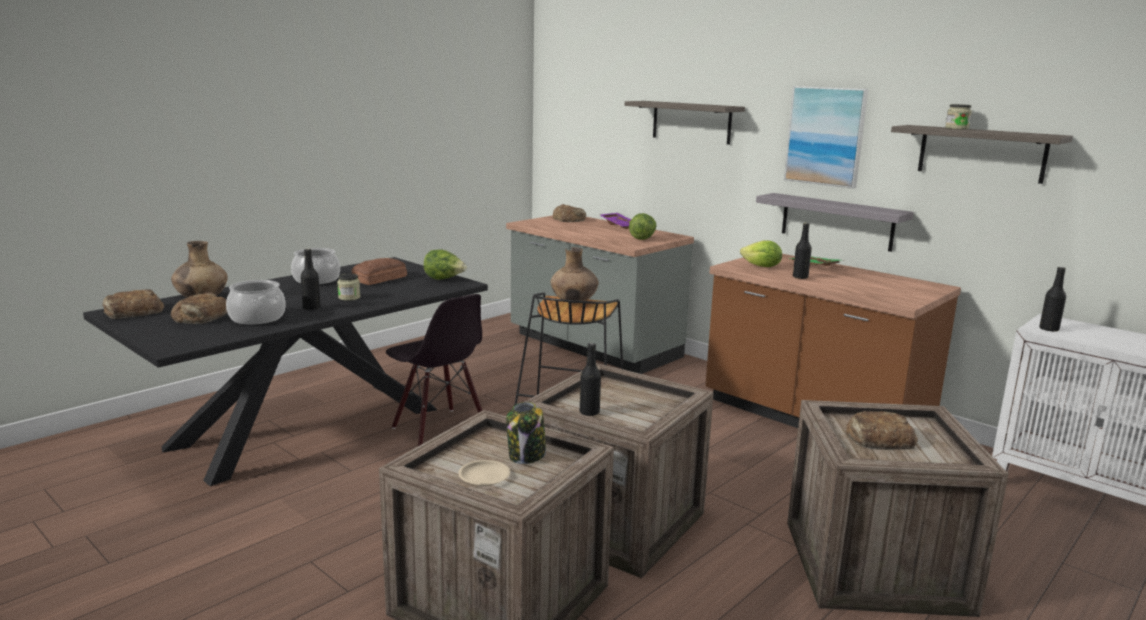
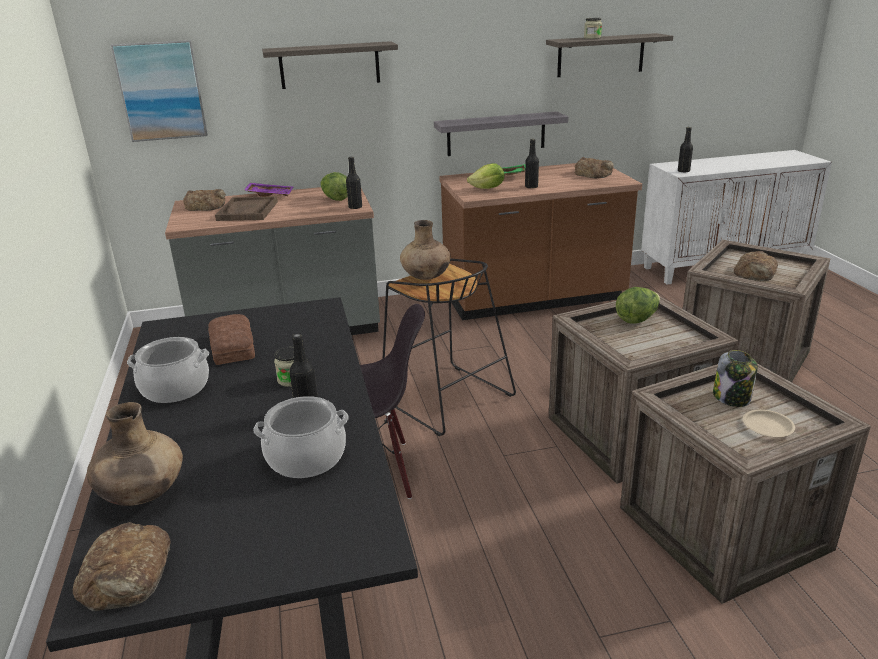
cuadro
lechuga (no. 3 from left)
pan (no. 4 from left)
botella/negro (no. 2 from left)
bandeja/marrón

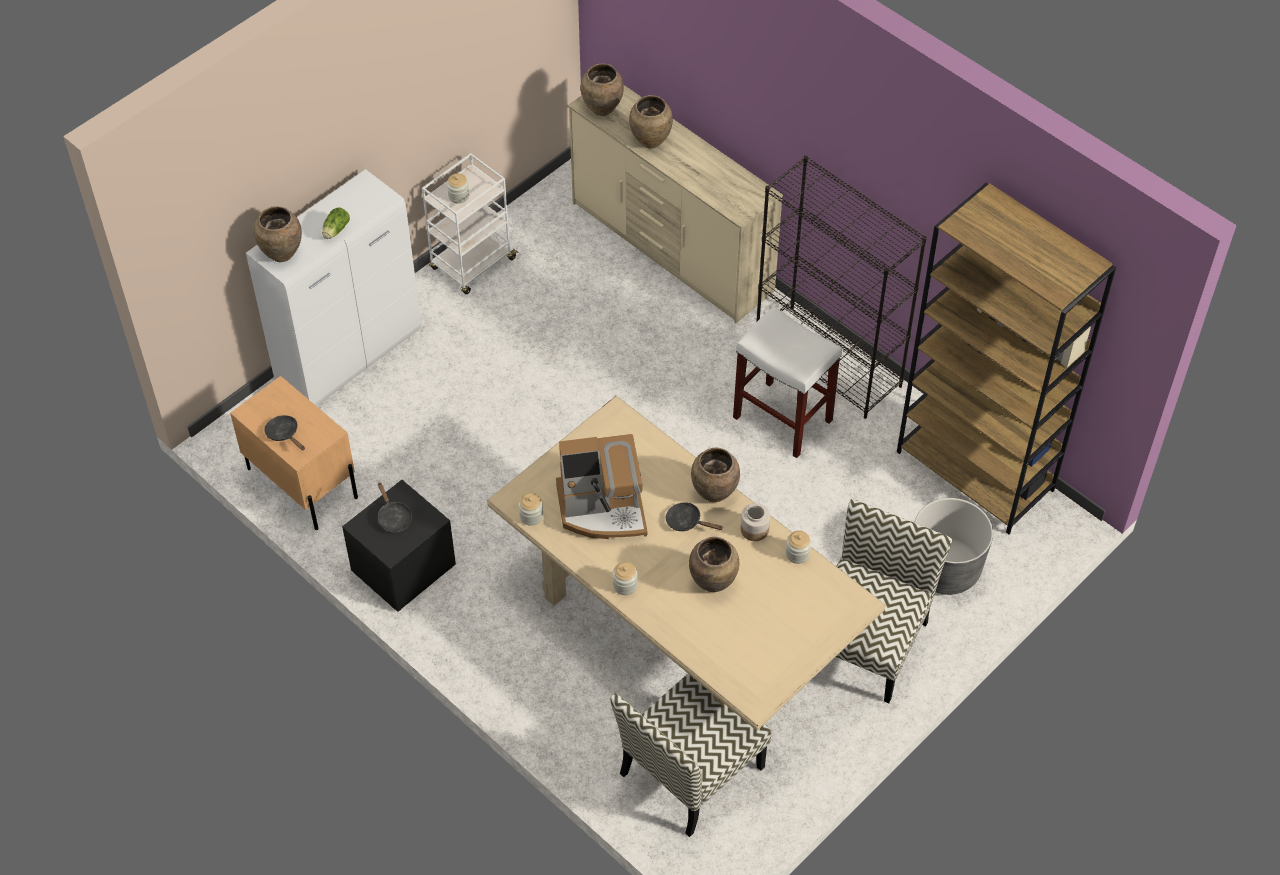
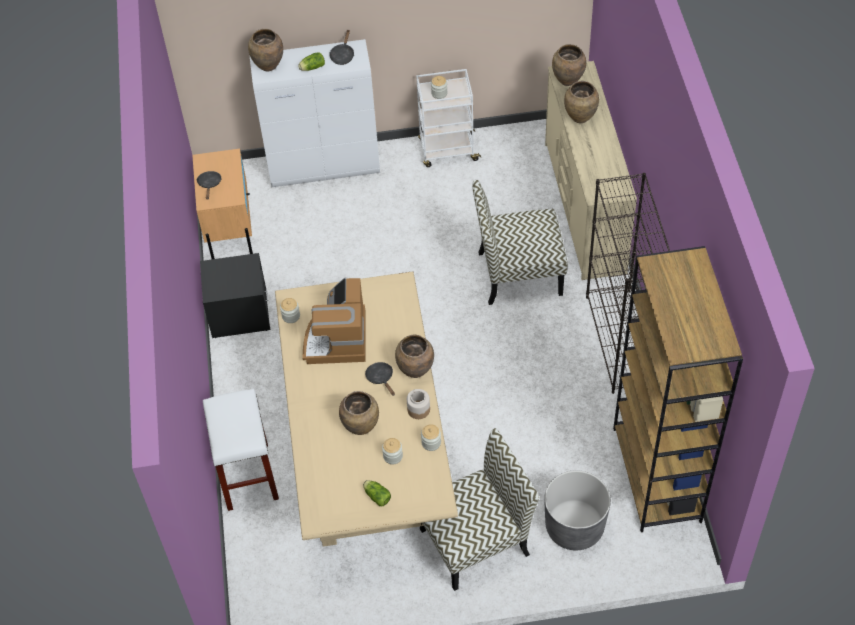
taburete/blanco
cafetera
sartén/negro (no. 2 from left)
tarro (no. 2 from left)
silla (no. 2 from left)
lechuga (no. 2 from left)

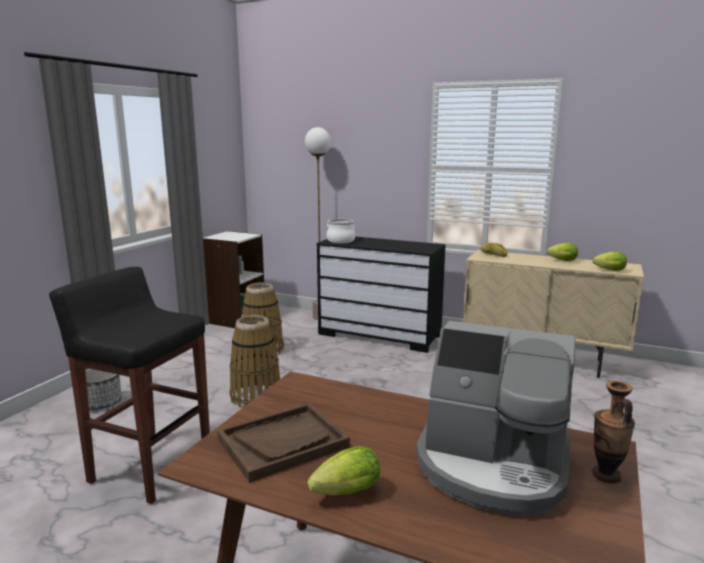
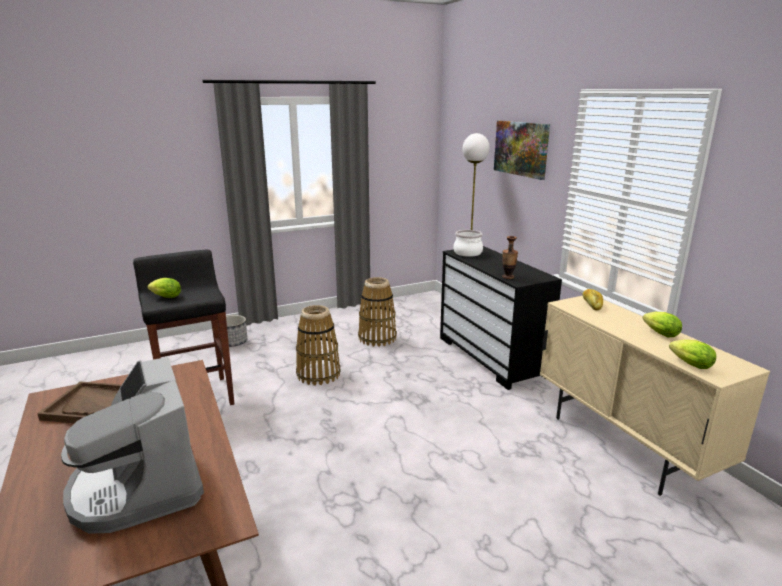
estantería/blanco
florero
lechuga (no. 1 from left)
cuadro

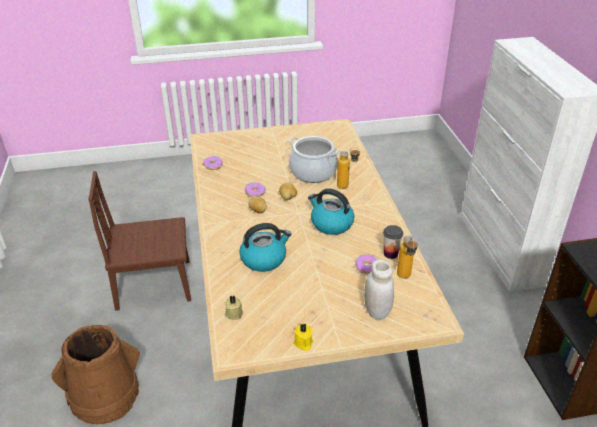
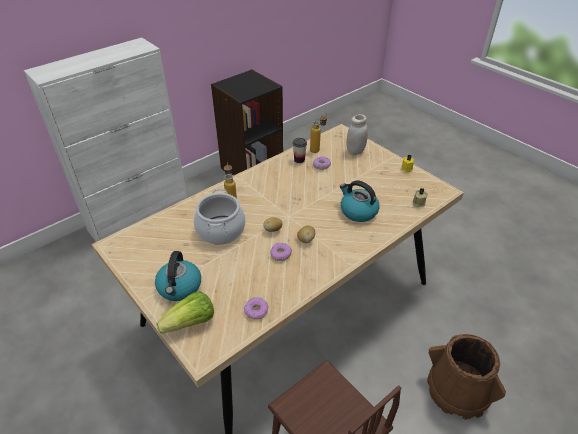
hervidor (no. 1 from left)
lechuga

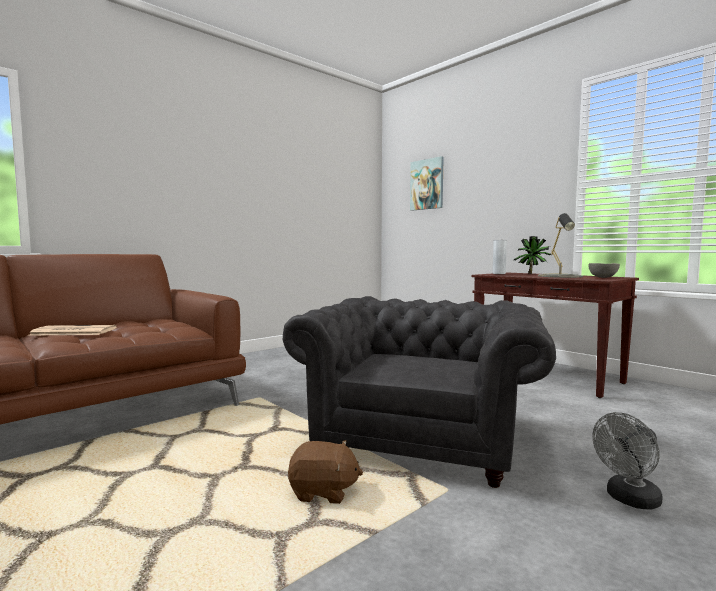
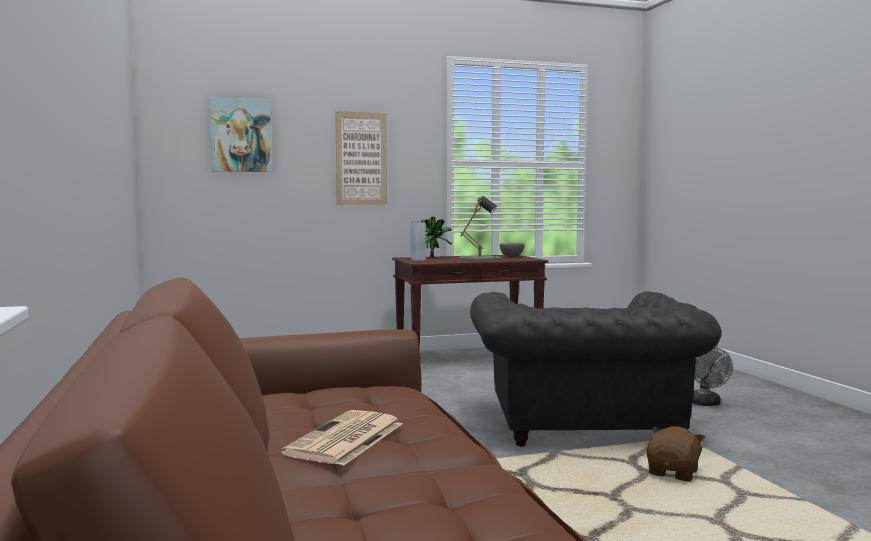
sillón/gris
cuadro (no. 2 from left)

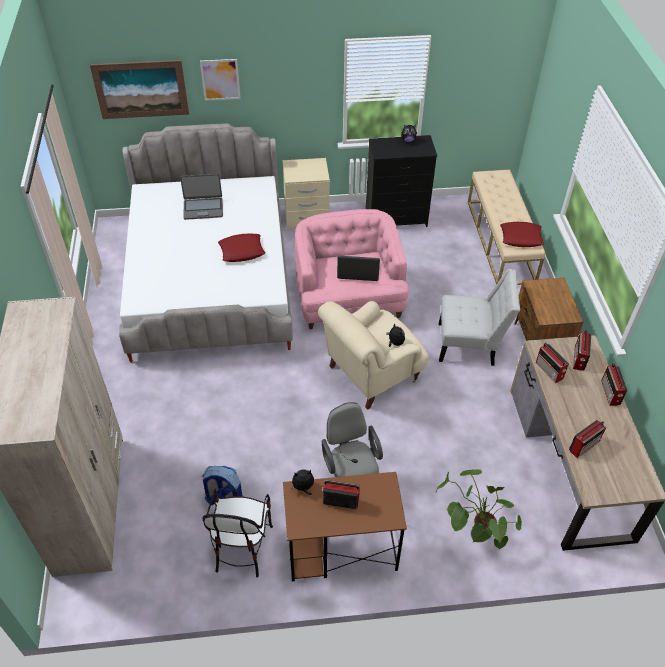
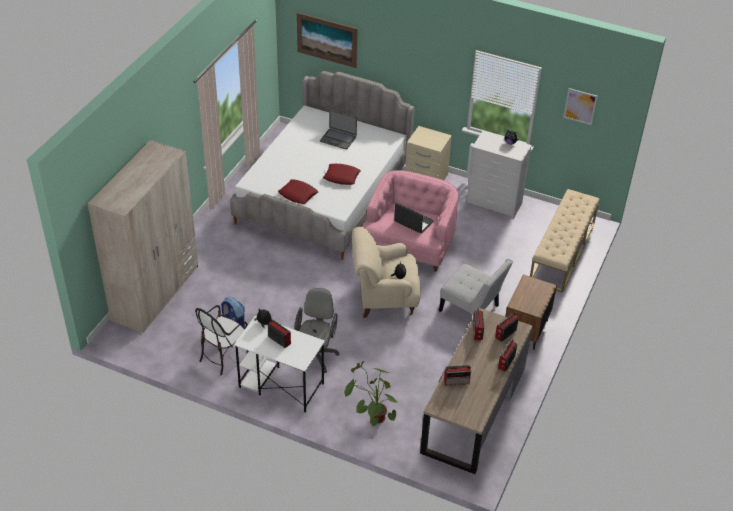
cuadro (no. 2 from left)
cómoda/blanco
cojín/rojo (no. 1 from left)
escritorio/blanco

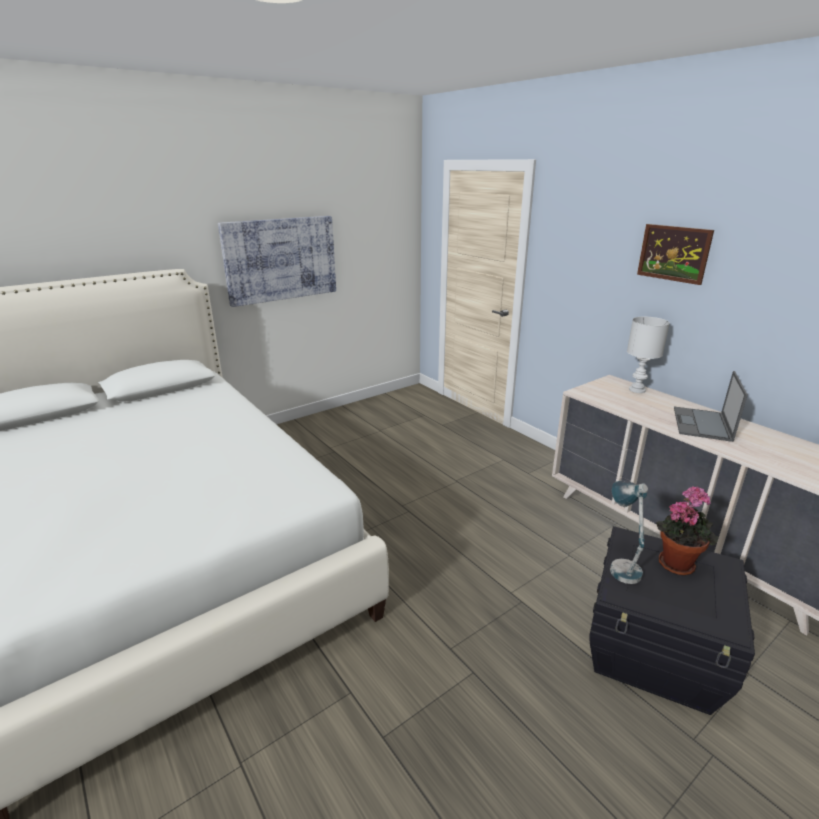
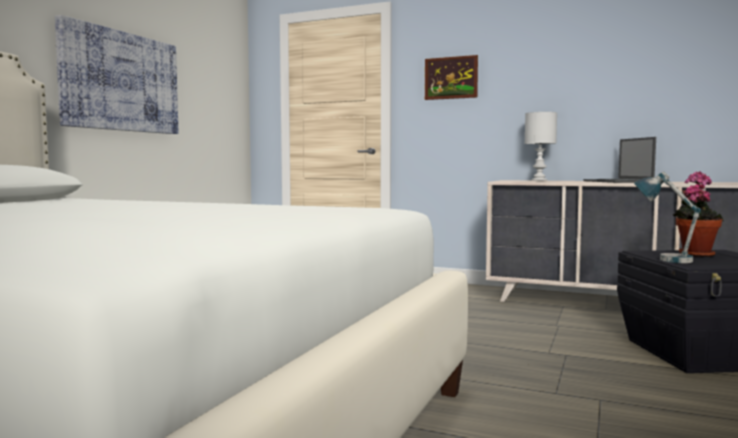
cuadro (no. 2 from left)

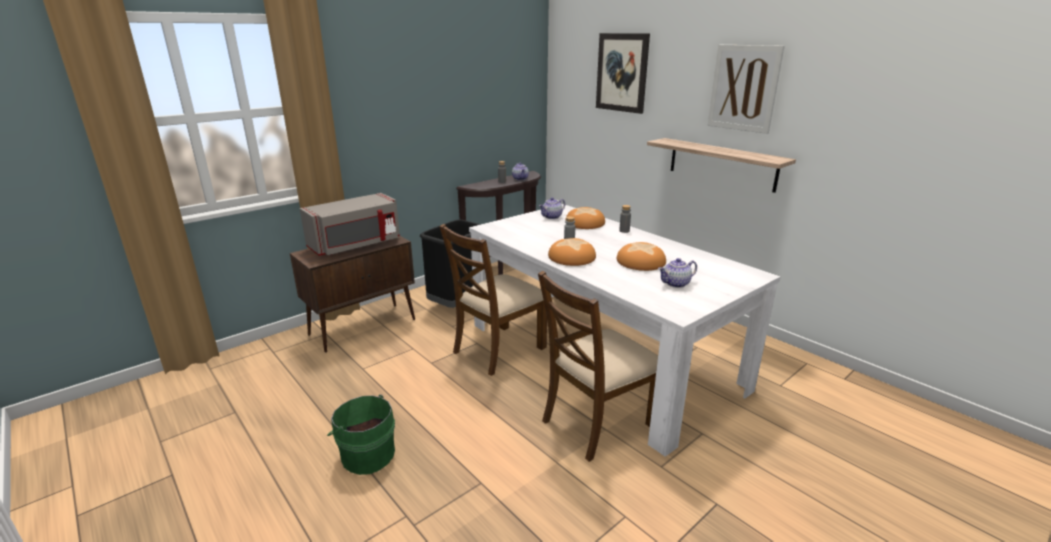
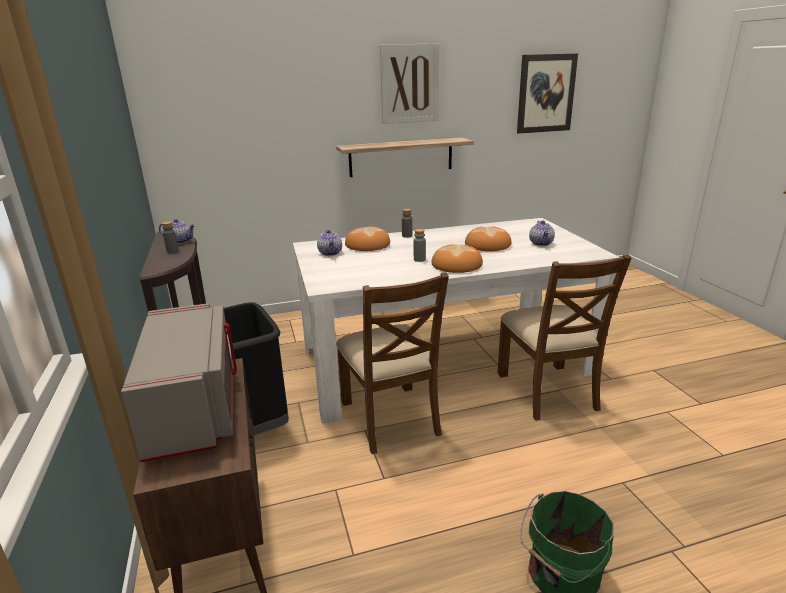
cuadro (no. 2 from left)

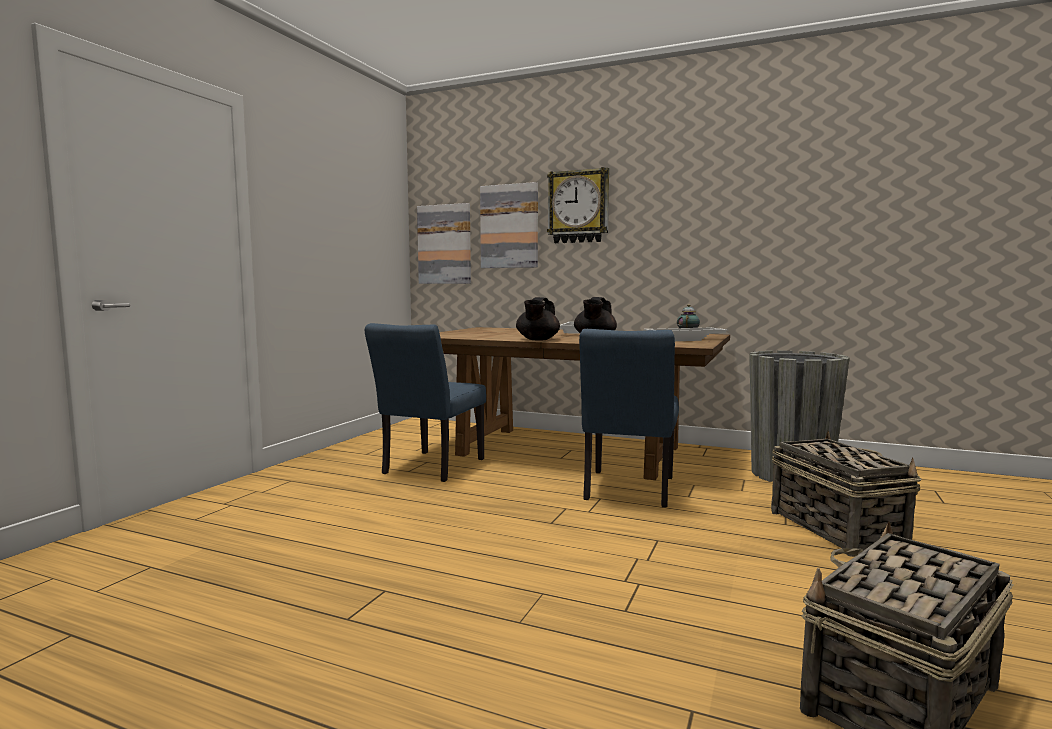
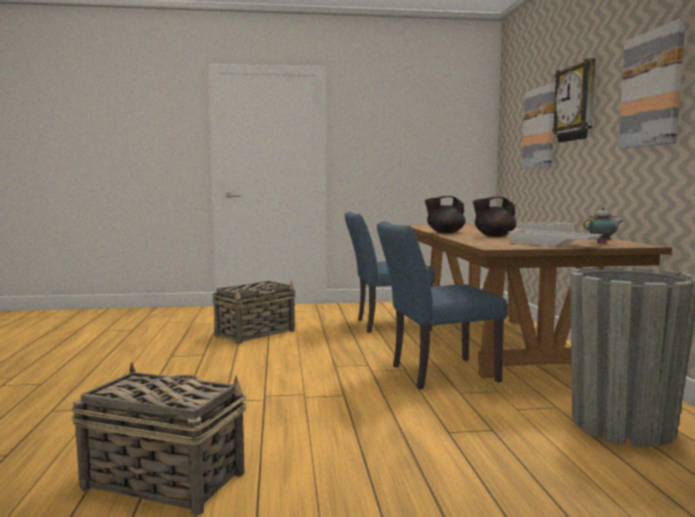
cuadro (no. 2 from left)
cesta (no. 2 from left)

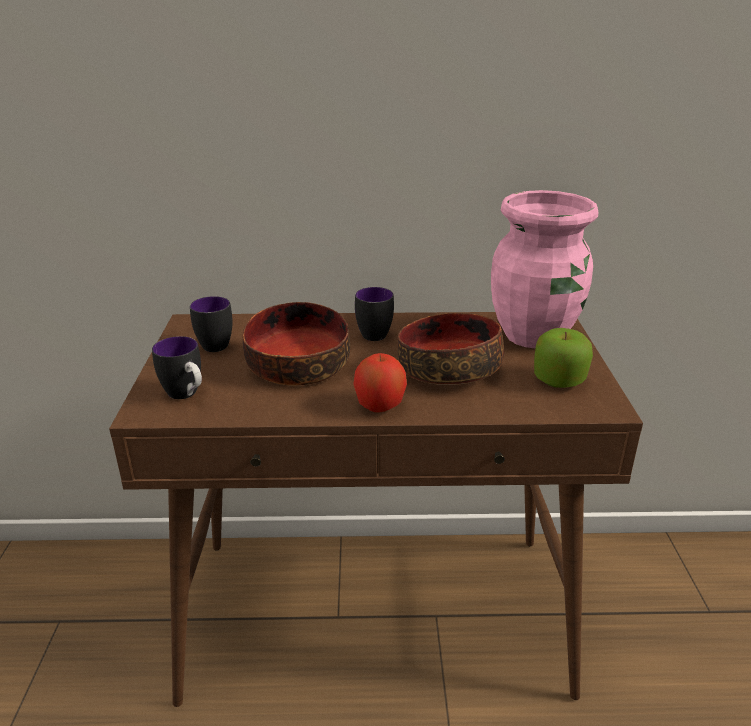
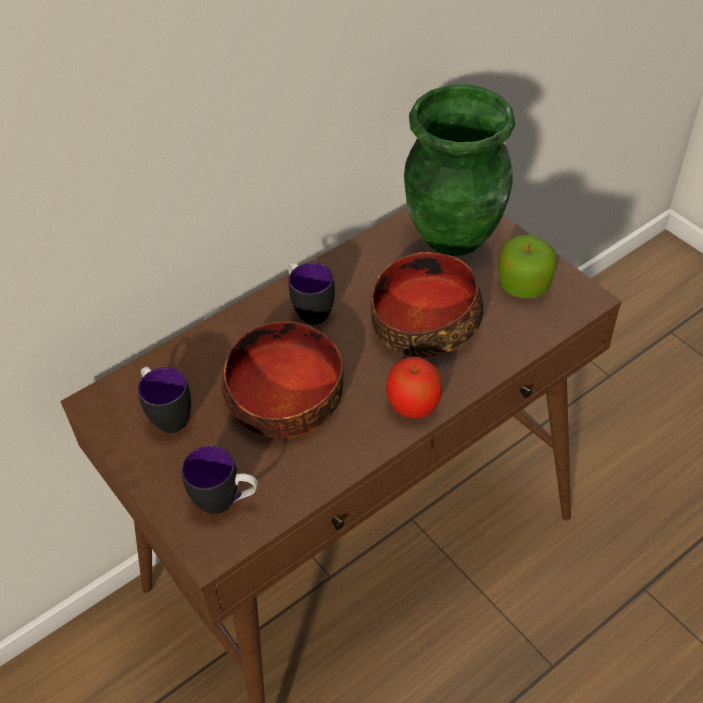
florero/verde

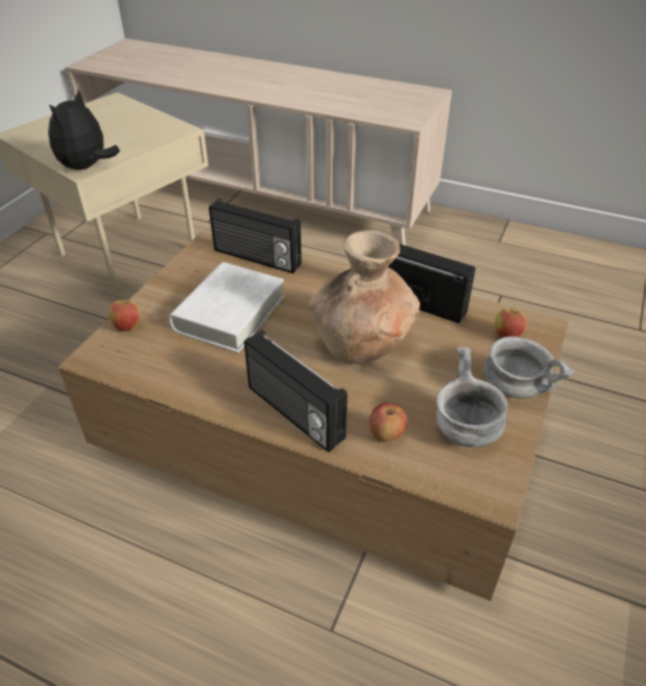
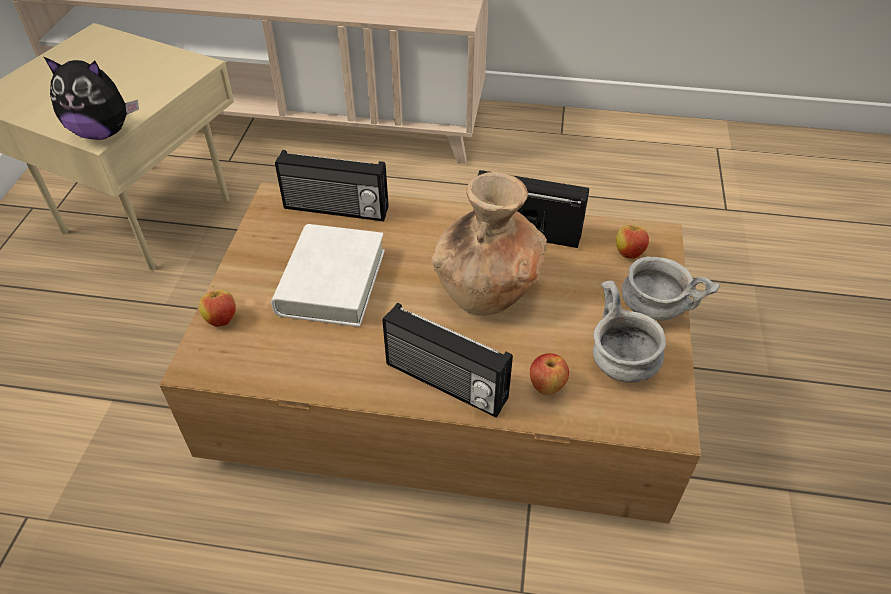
peluche

